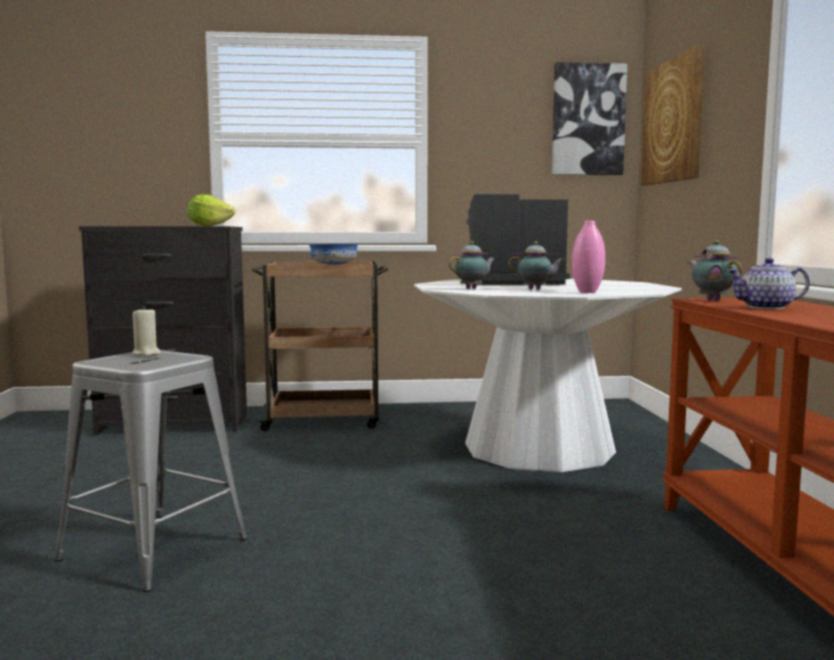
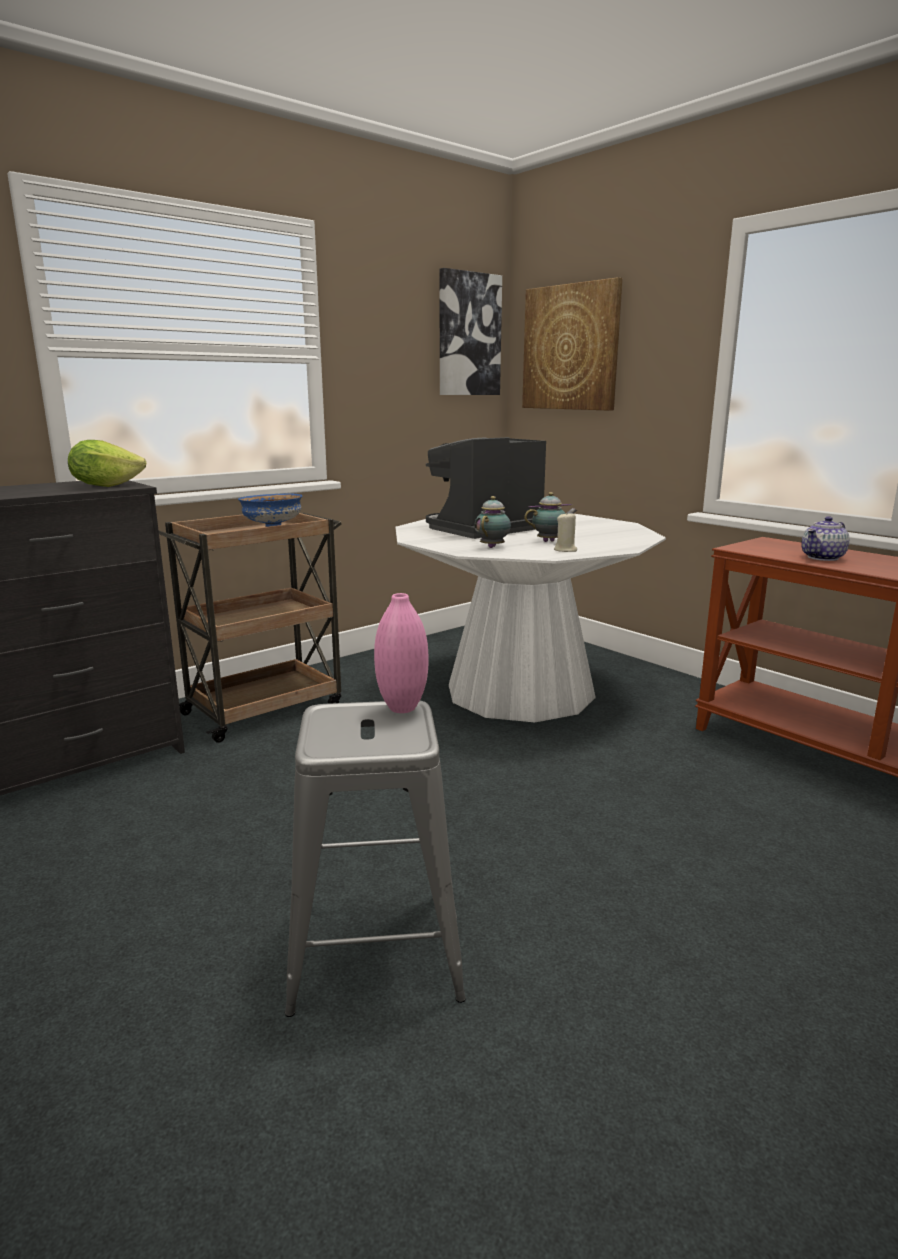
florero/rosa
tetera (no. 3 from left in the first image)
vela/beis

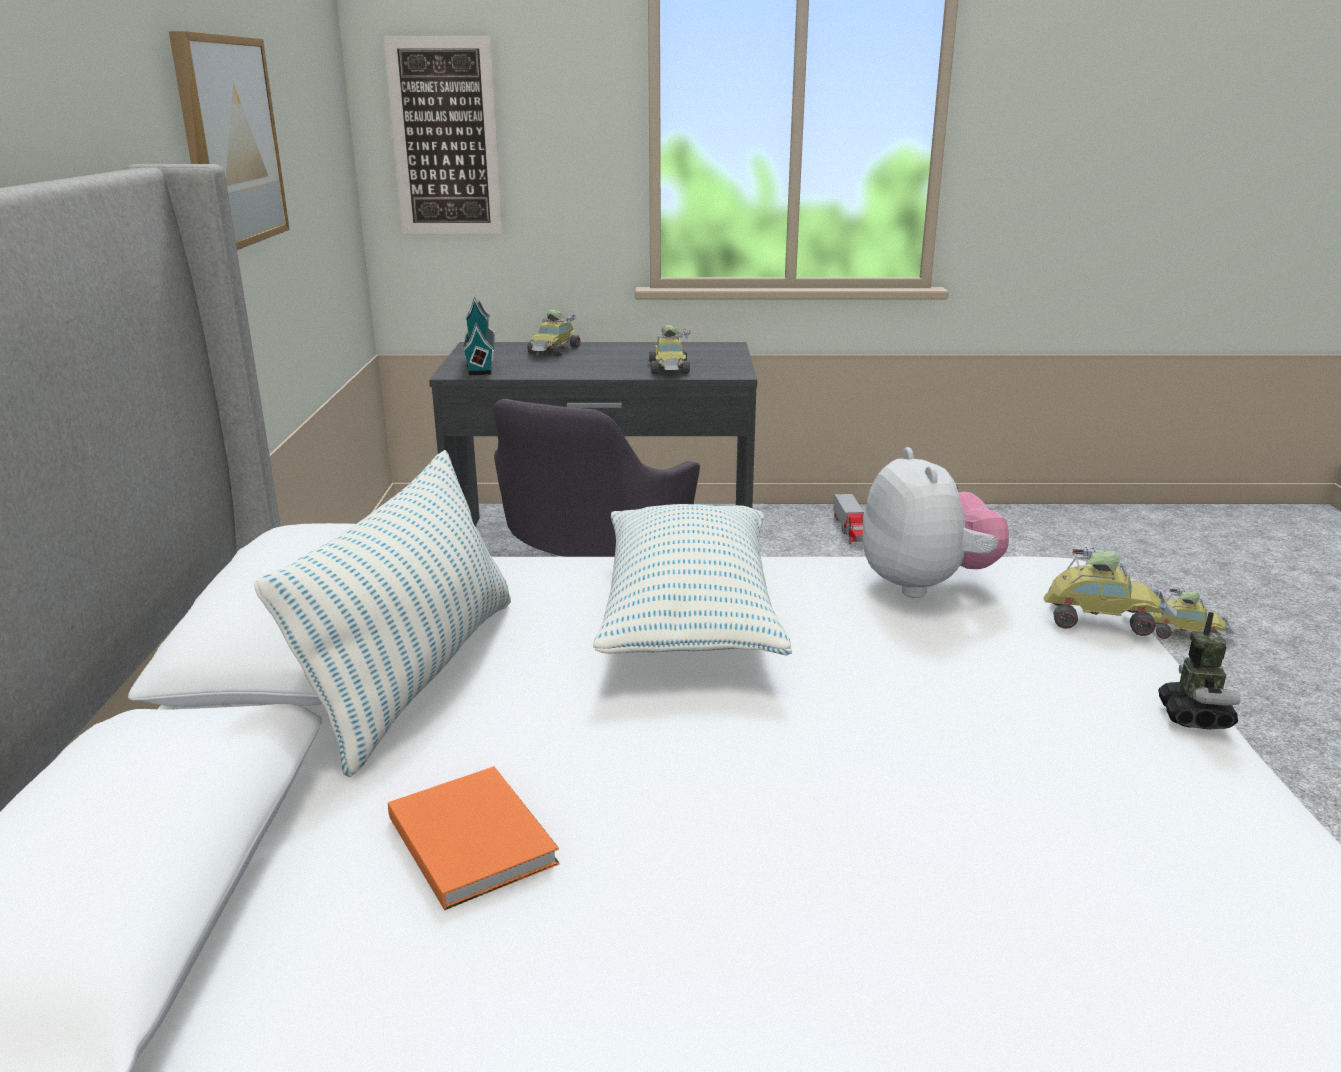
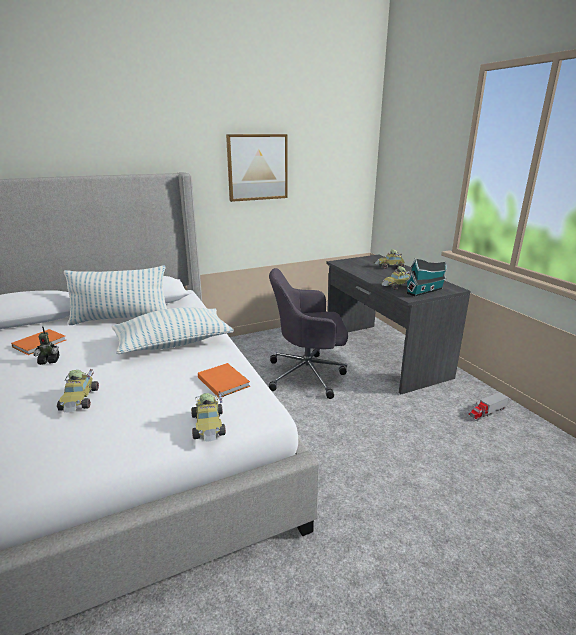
cuadro (no. 2 from left in the first image)
casita
libro/naranja (no. 2 from left)
coche de juguete (no. 1 from left)
robot de juguete

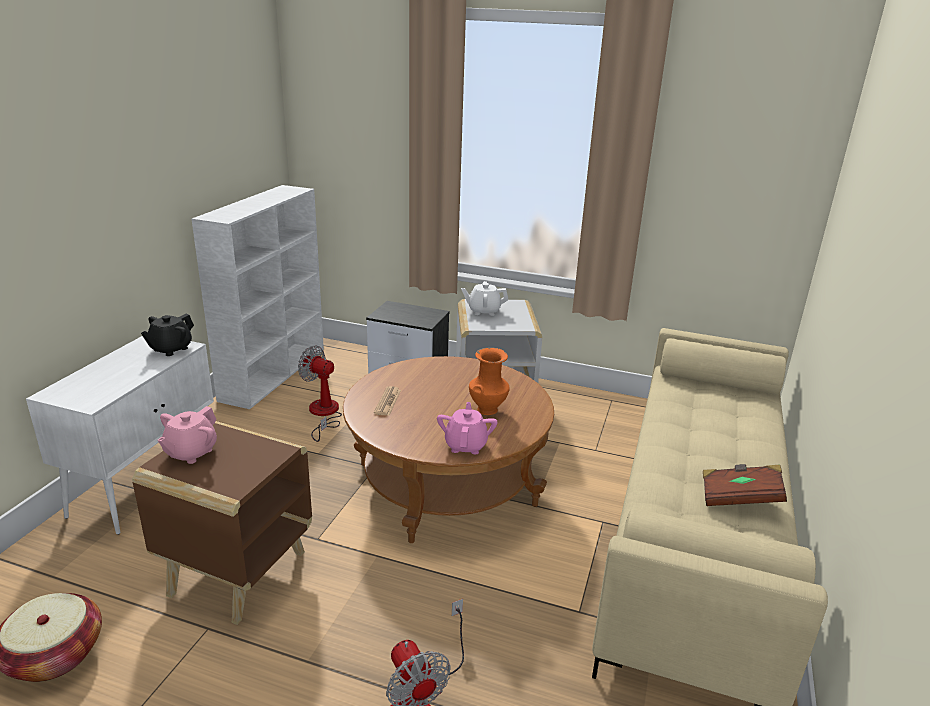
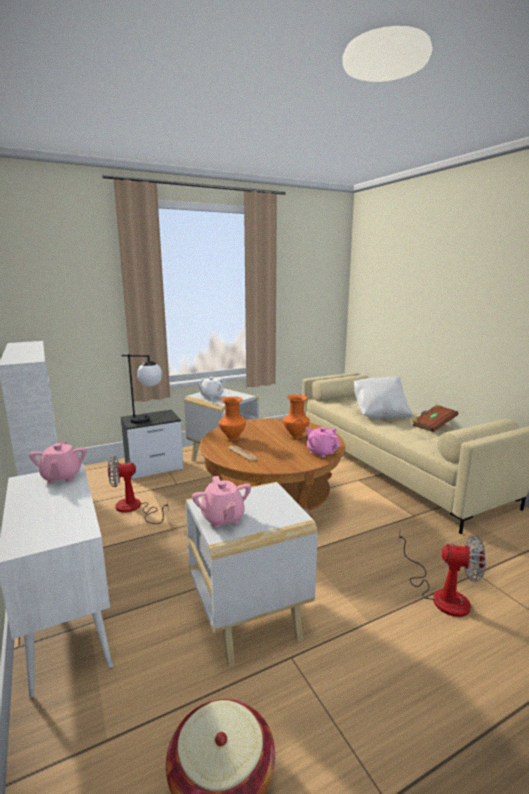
tetera/rosa (no. 1 from left)
mesa auxiliar/blanco (no. 2 from left)
lámpara de mesa
cojín/blanco
florero/naranja (no. 1 from left)

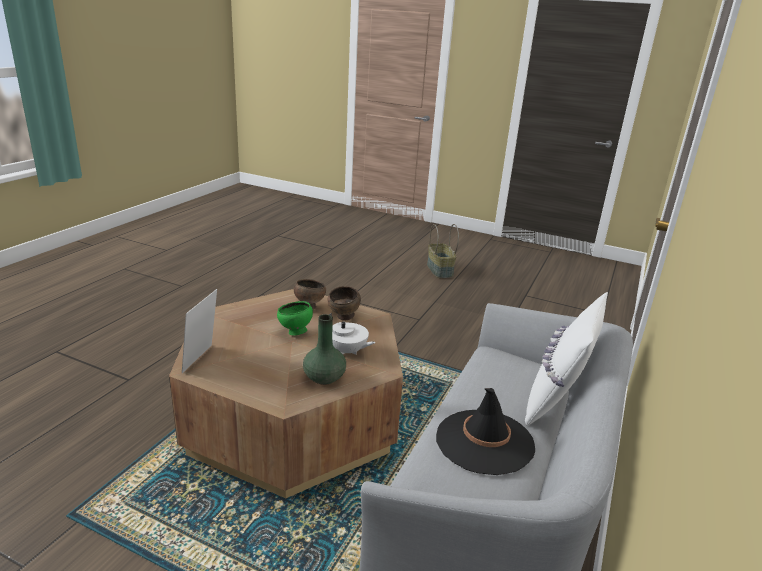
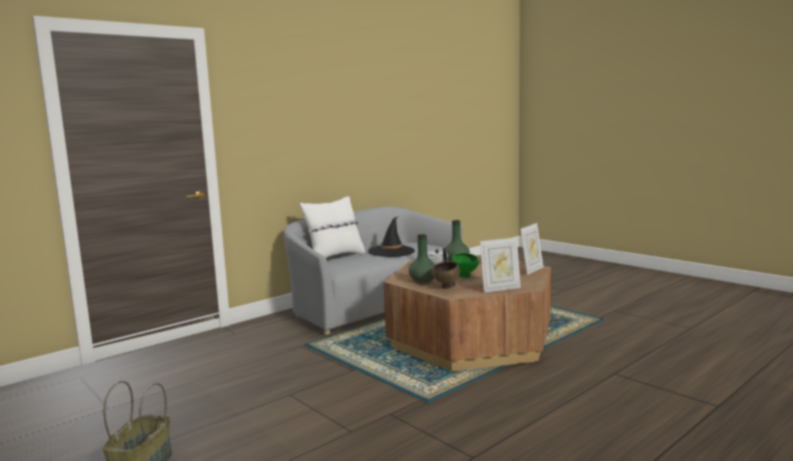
florero/verde (no. 1 from left)
portarretratos (no. 1 from left)

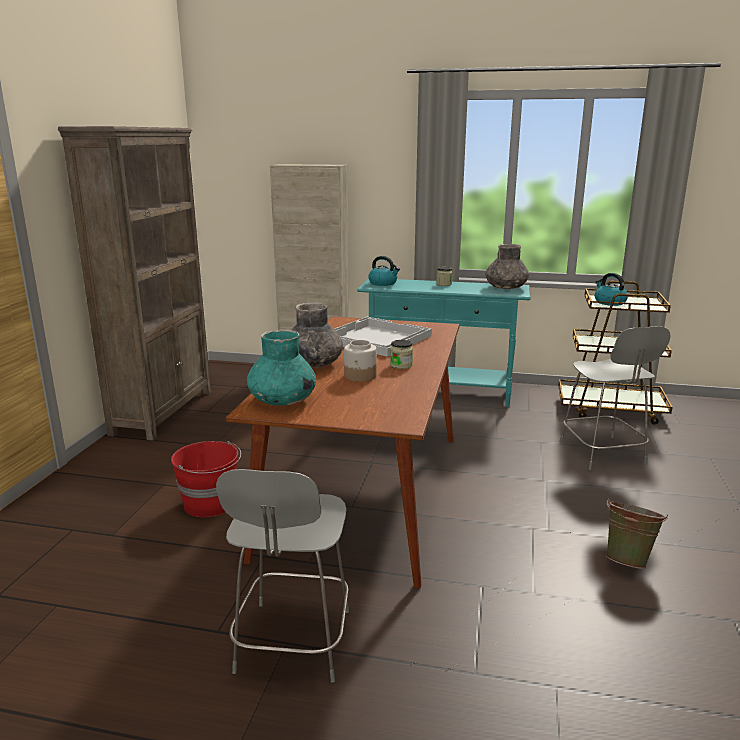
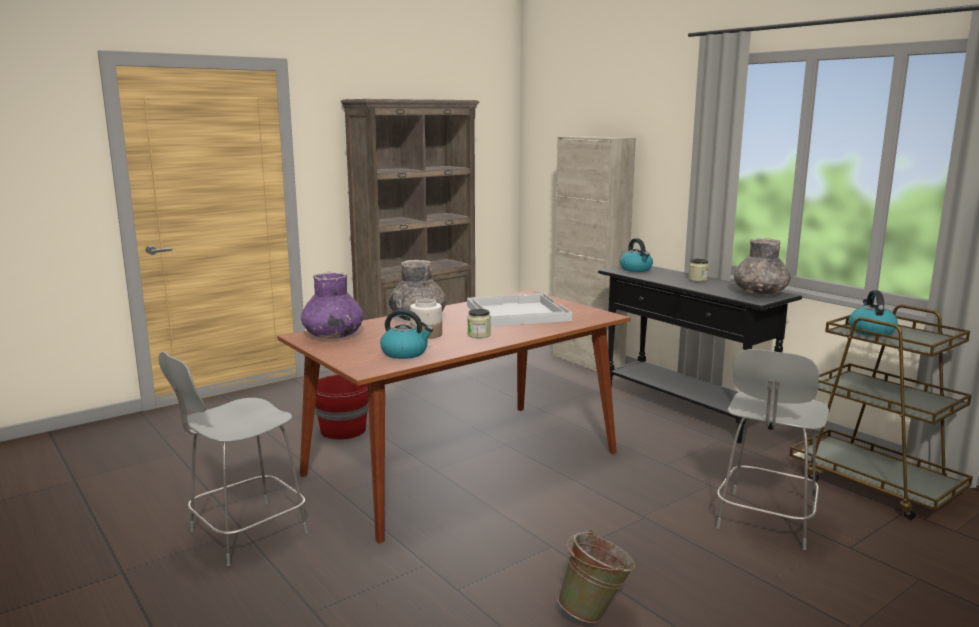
mesa consola/negro
florero/morado
hervidor (no. 1 from left)

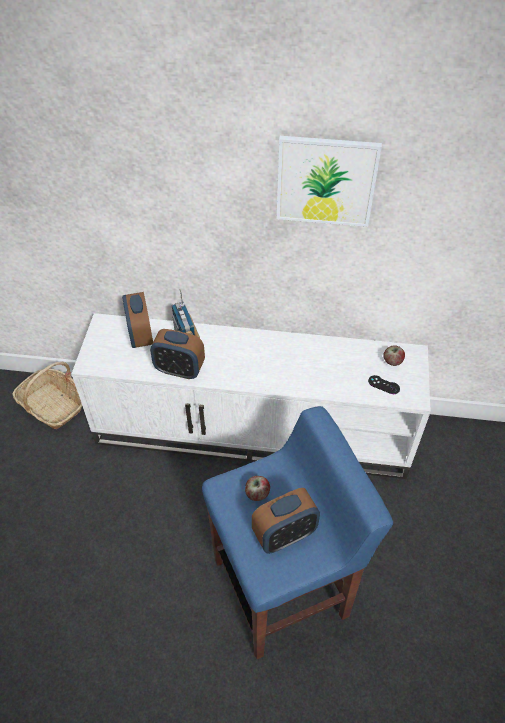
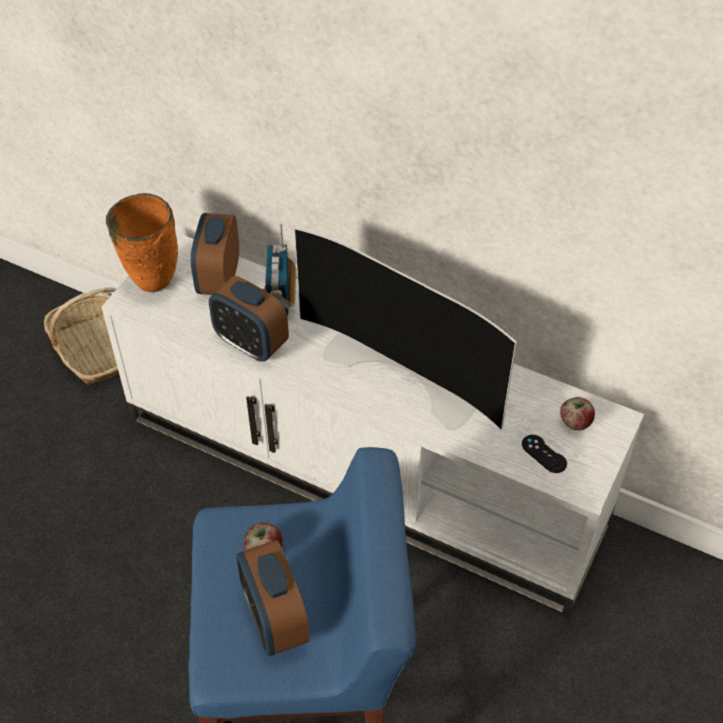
cuadro
despertador (no. 3 from left)
florero/naranja
televisor

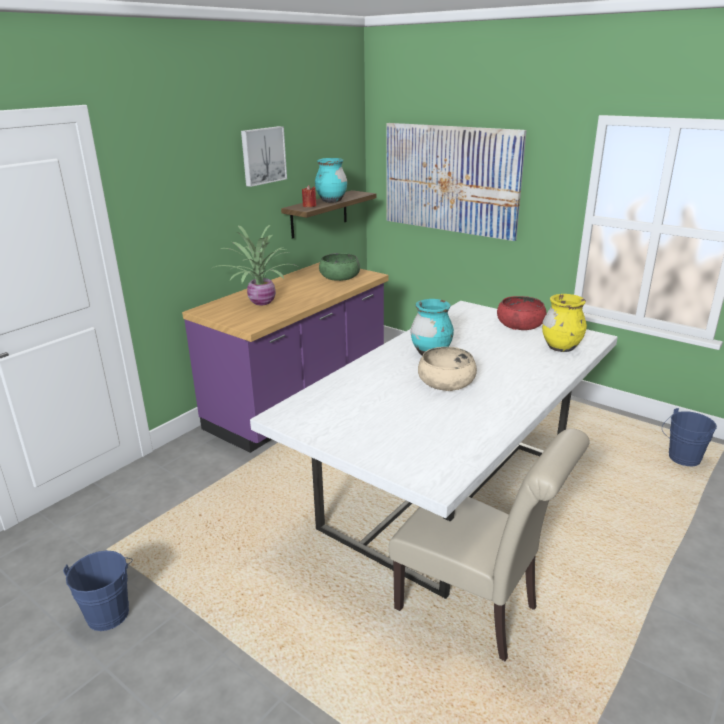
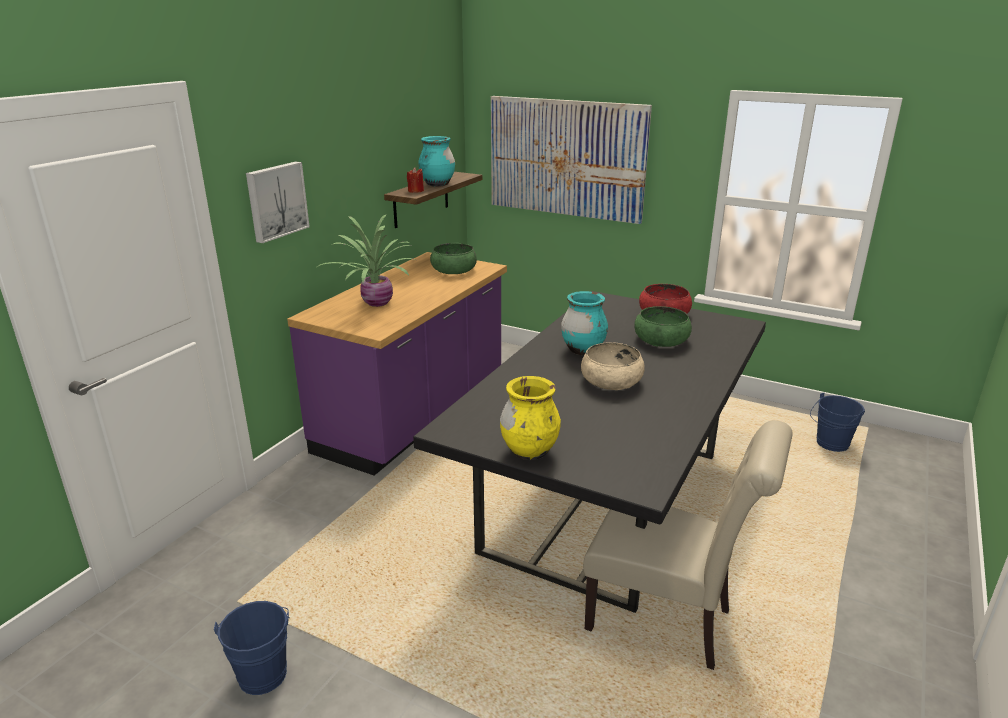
cuadro (no. 1 from left)
florero/amarillo
mesa de comedor/negro
cuenco/verde (no. 2 from left)

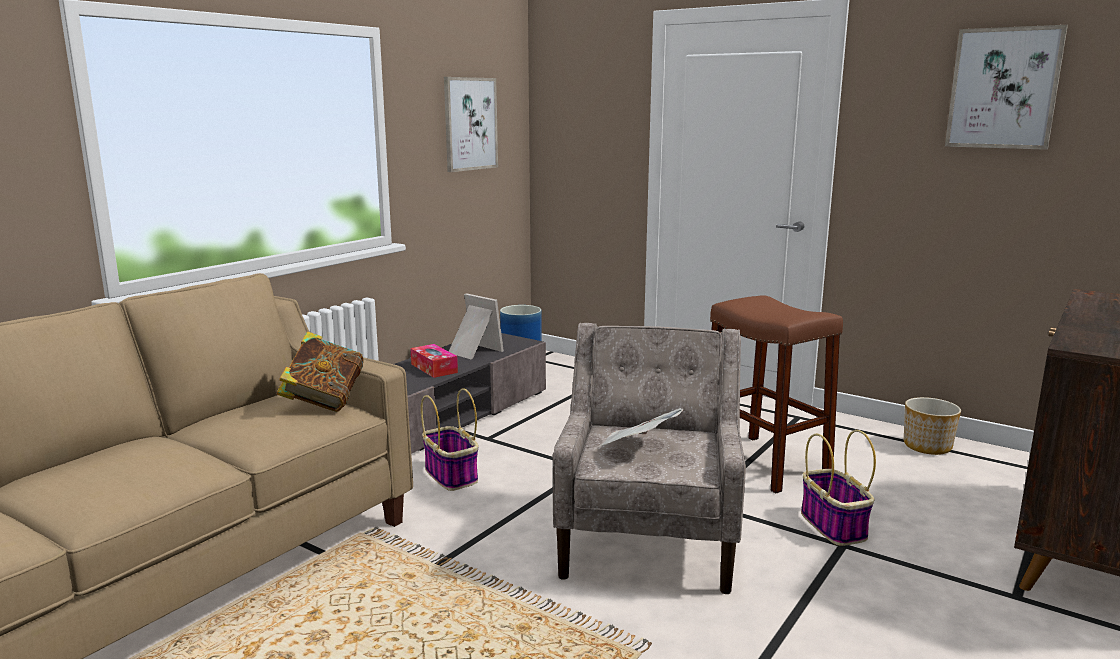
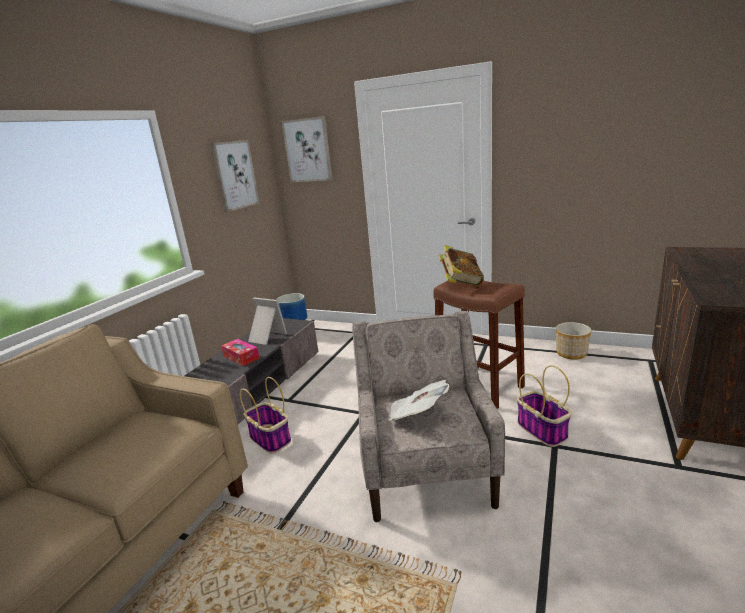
cuadro (no. 2 from left)
libro

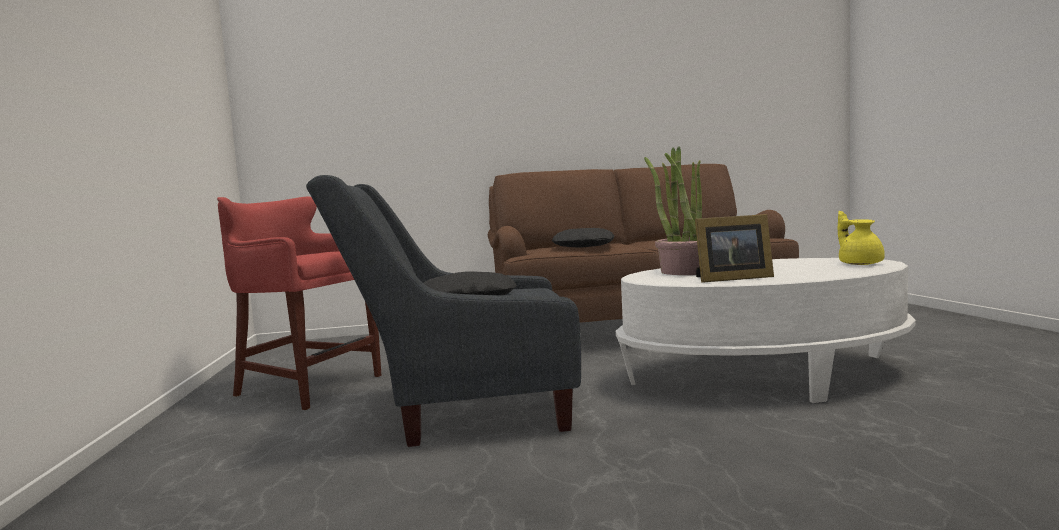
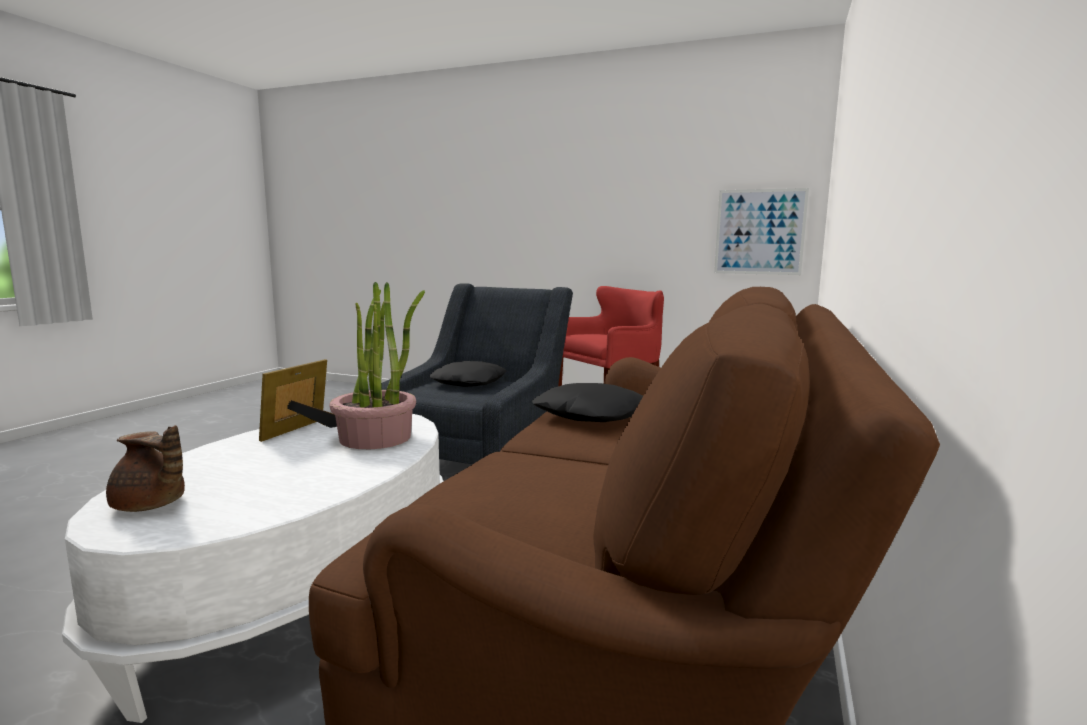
tetera/marrón
cuadro

